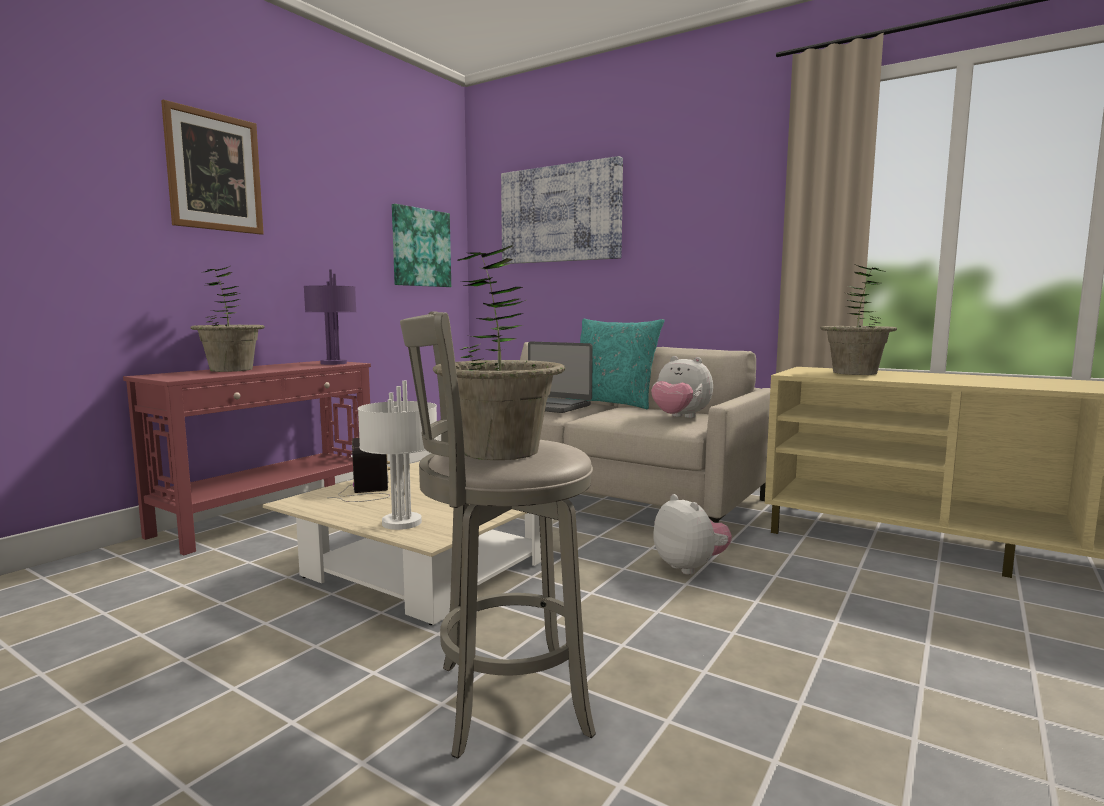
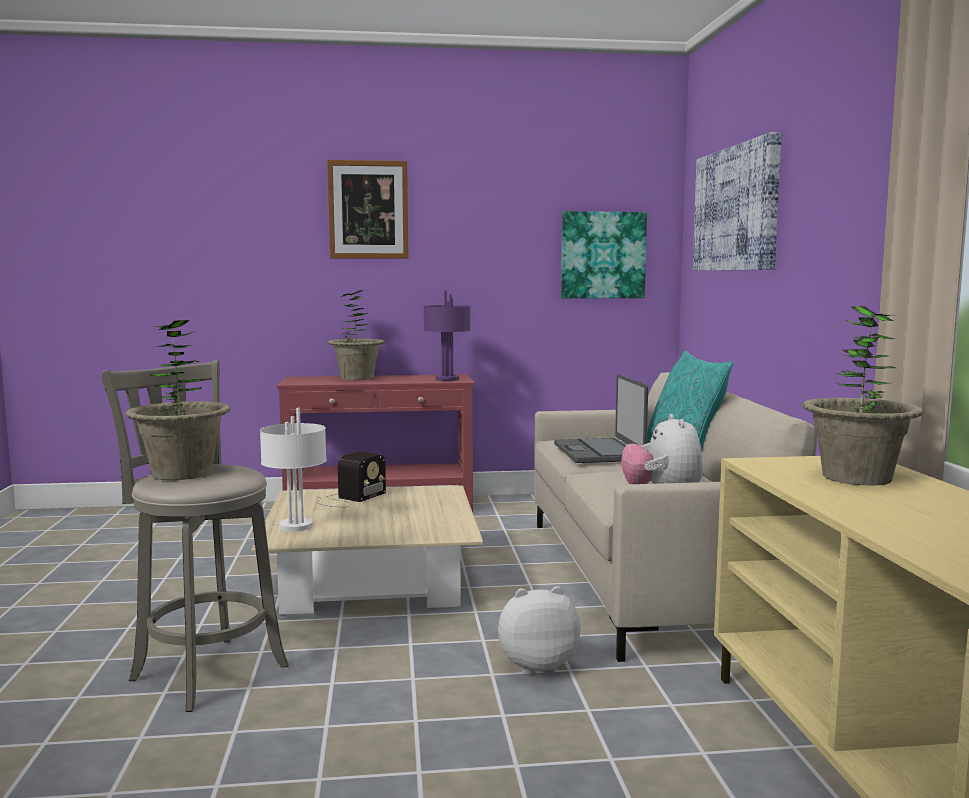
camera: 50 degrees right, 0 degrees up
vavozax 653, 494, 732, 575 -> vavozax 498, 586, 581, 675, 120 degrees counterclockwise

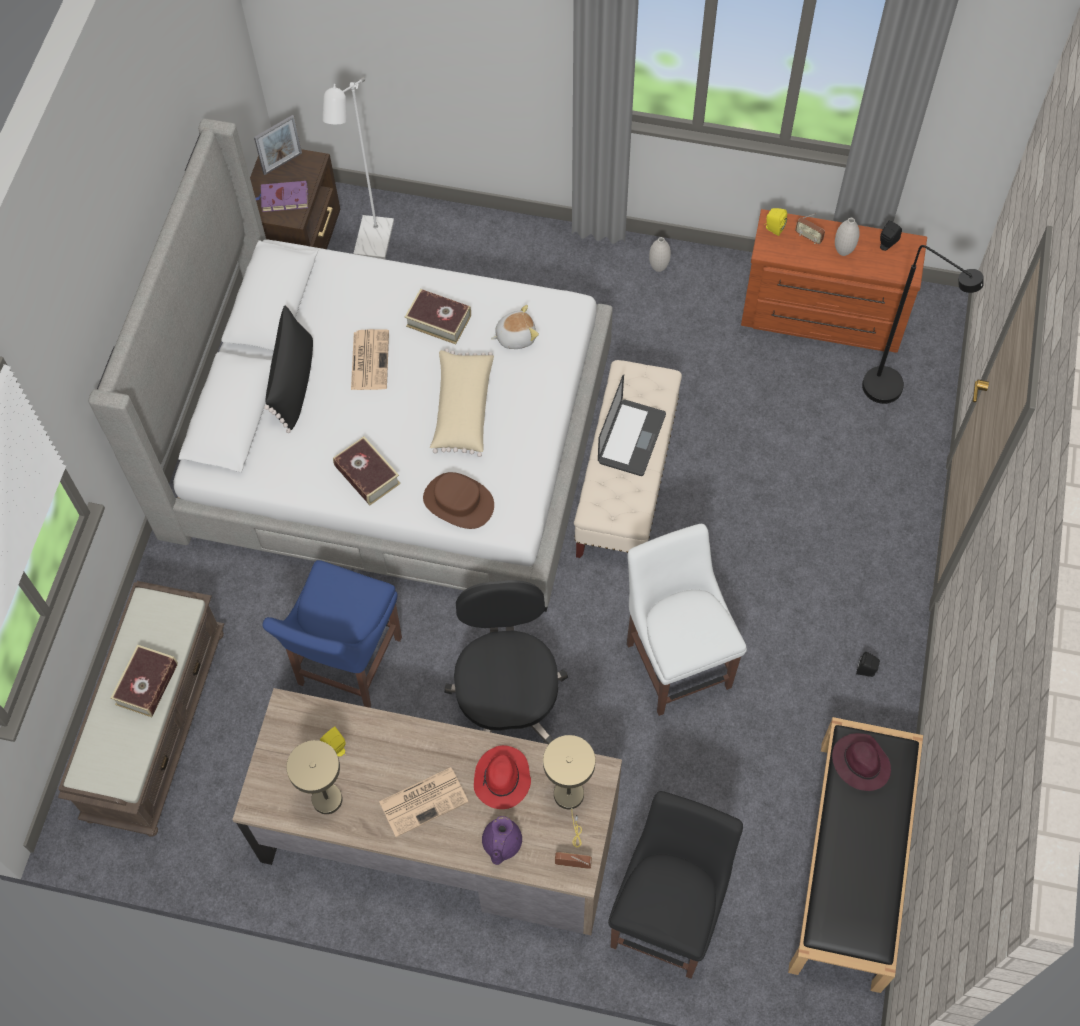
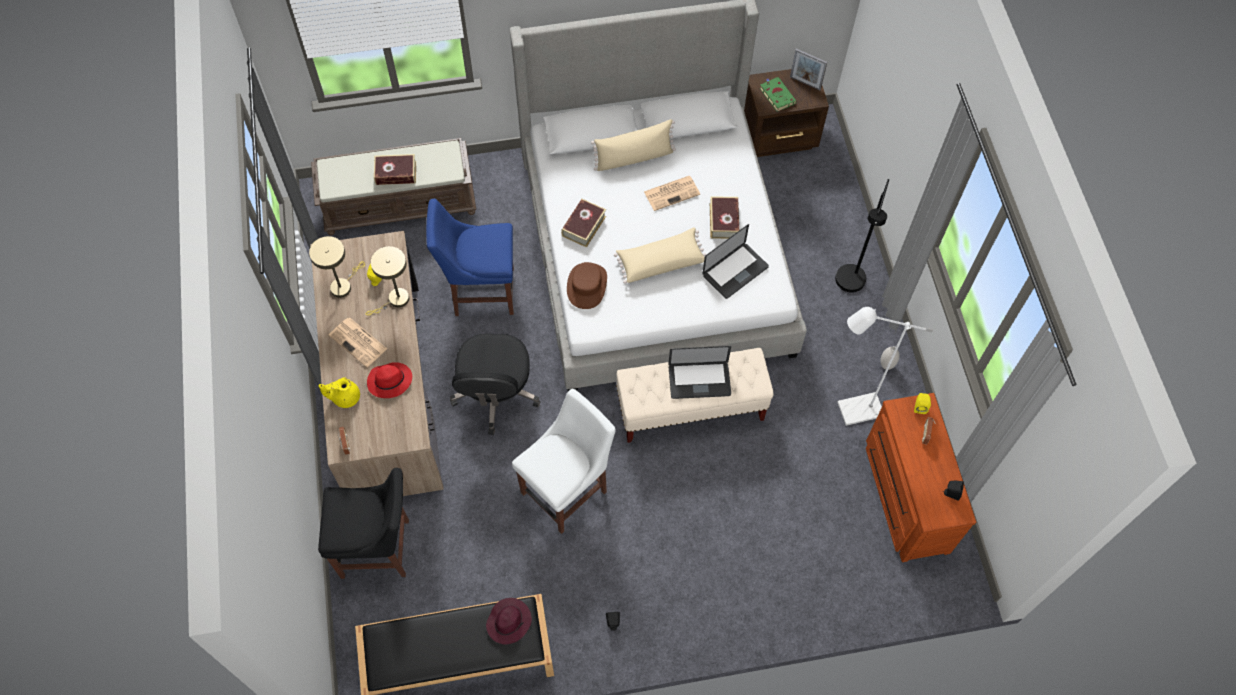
camera: 65 degrees right, 0 degrees up
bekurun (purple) 482, 816, 522, 865 -> bekurun (yellow) 319, 378, 360, 408
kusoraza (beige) 543, 735, 595, 848 -> kusoraza (beige) 365, 246, 409, 316, move
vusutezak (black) 444, 580, 568, 744 -> vusutezak (black) 450, 333, 540, 435, 120 degrees clockwise
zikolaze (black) 264, 305, 313, 433 -> zikolaze (beige) 591, 119, 676, 171
vavozax 491, 305, 539, 349 -> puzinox 702, 224, 769, 299
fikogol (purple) 255, 181, 308, 212 -> fikogol (green) 760, 77, 797, 112
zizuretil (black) 862, 245, 984, 404 -> zizuretil (black) 835, 179, 889, 293, move
zizuretil (white) 322, 78, 394, 259 -> zizuretil (white) 837, 307, 933, 426, move
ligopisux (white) 835, 218, 859, 256 -> none

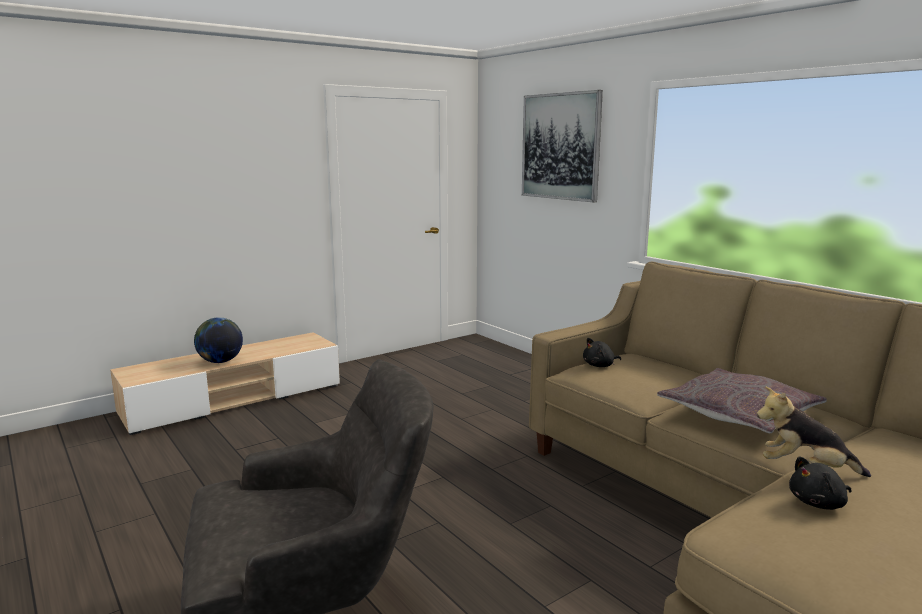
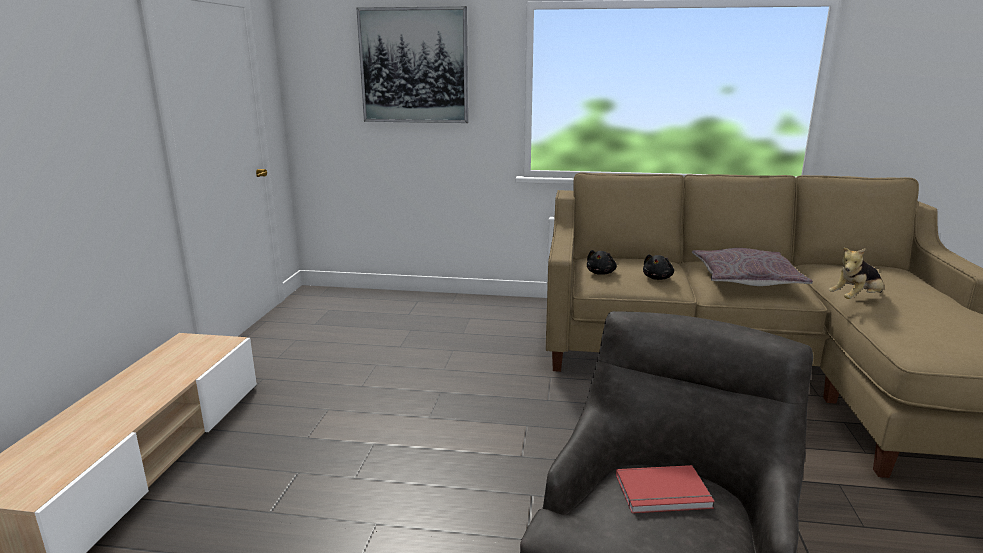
camera: 45 degrees left, 5 degrees up
none -> fikogol (red) 616, 465, 715, 513
vavozax (black) 789, 457, 852, 510 -> vavozax (black) 643, 254, 674, 280, move
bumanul 194, 317, 243, 363 -> none

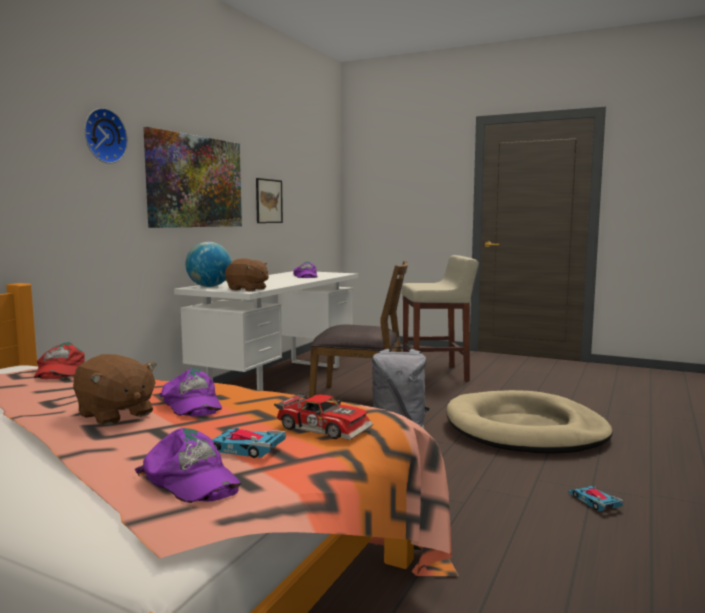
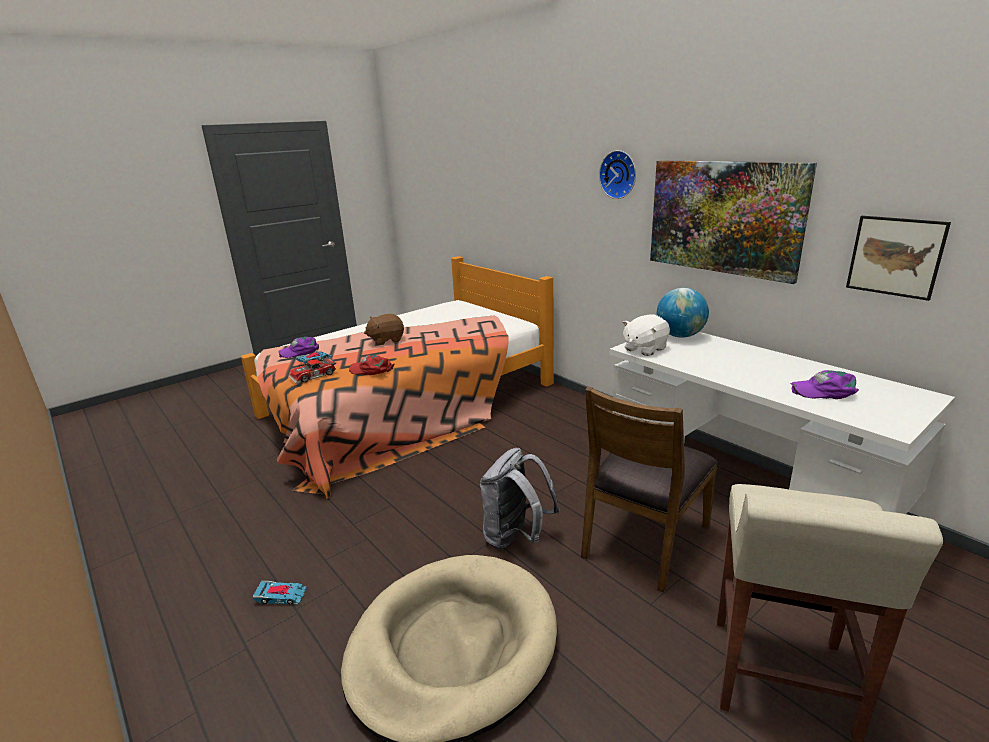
camera: 115 degrees right, 15 degrees up
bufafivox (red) 34, 342, 85, 379 -> bufafivox (red) 349, 354, 394, 375, move
vavozax (brown) 225, 258, 269, 291 -> vavozax (white) 622, 314, 670, 356
bufafivox (purple) 159, 368, 222, 416 -> none

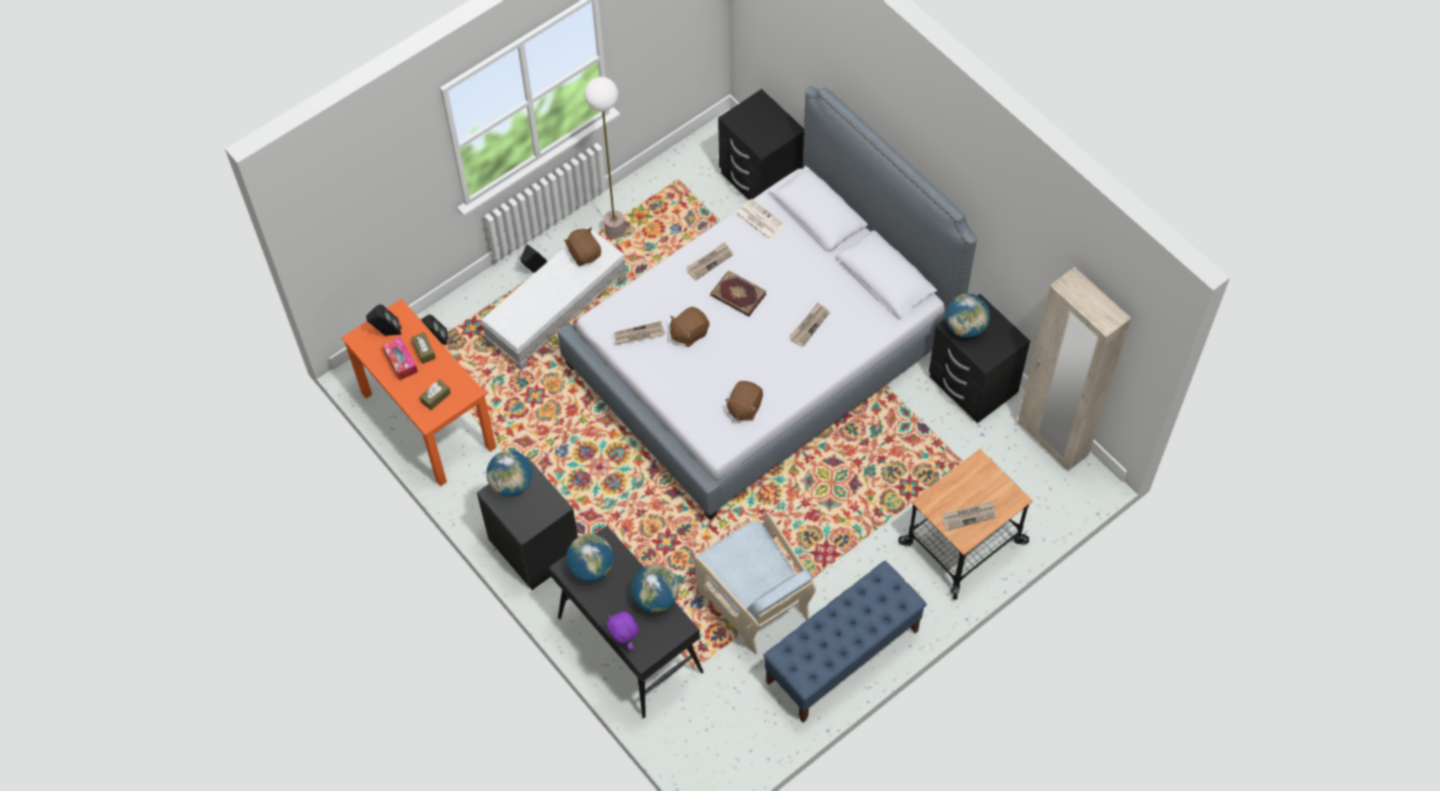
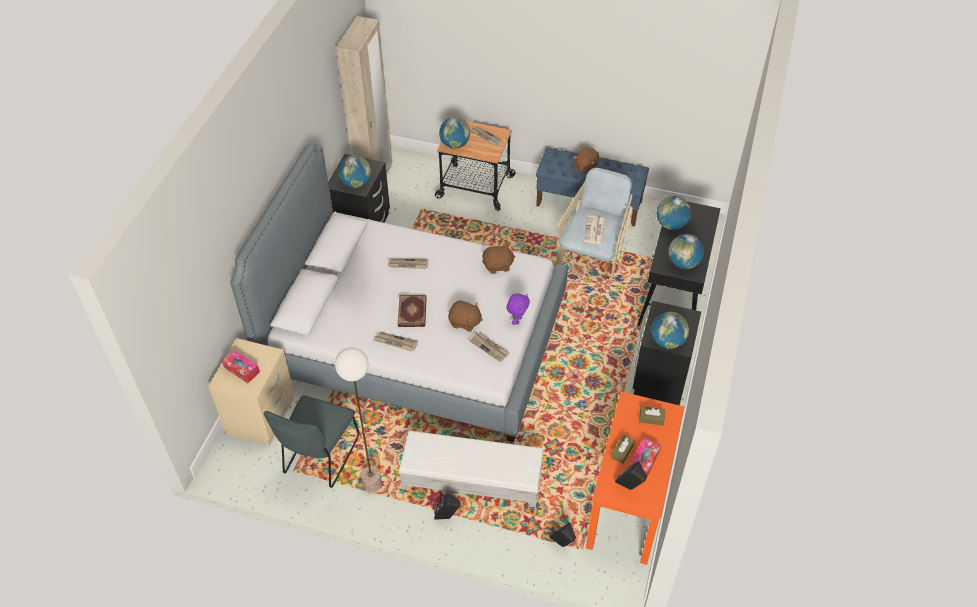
camera: 125 degrees left, 10 degrees down
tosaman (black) 718, 89, 804, 200 -> tosaman (beige) 209, 338, 294, 446
none -> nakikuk 222, 350, 260, 383
none -> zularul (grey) 264, 395, 359, 488
none -> bumanul 439, 117, 470, 148
vavozax (purple) 607, 611, 639, 650 -> vavozax (purple) 507, 293, 530, 325, move
vavozax (brown) 564, 227, 601, 266 -> vavozax (brown) 573, 147, 599, 174, move
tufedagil 735, 199, 785, 240 -> tufedagil 584, 216, 606, 244, move

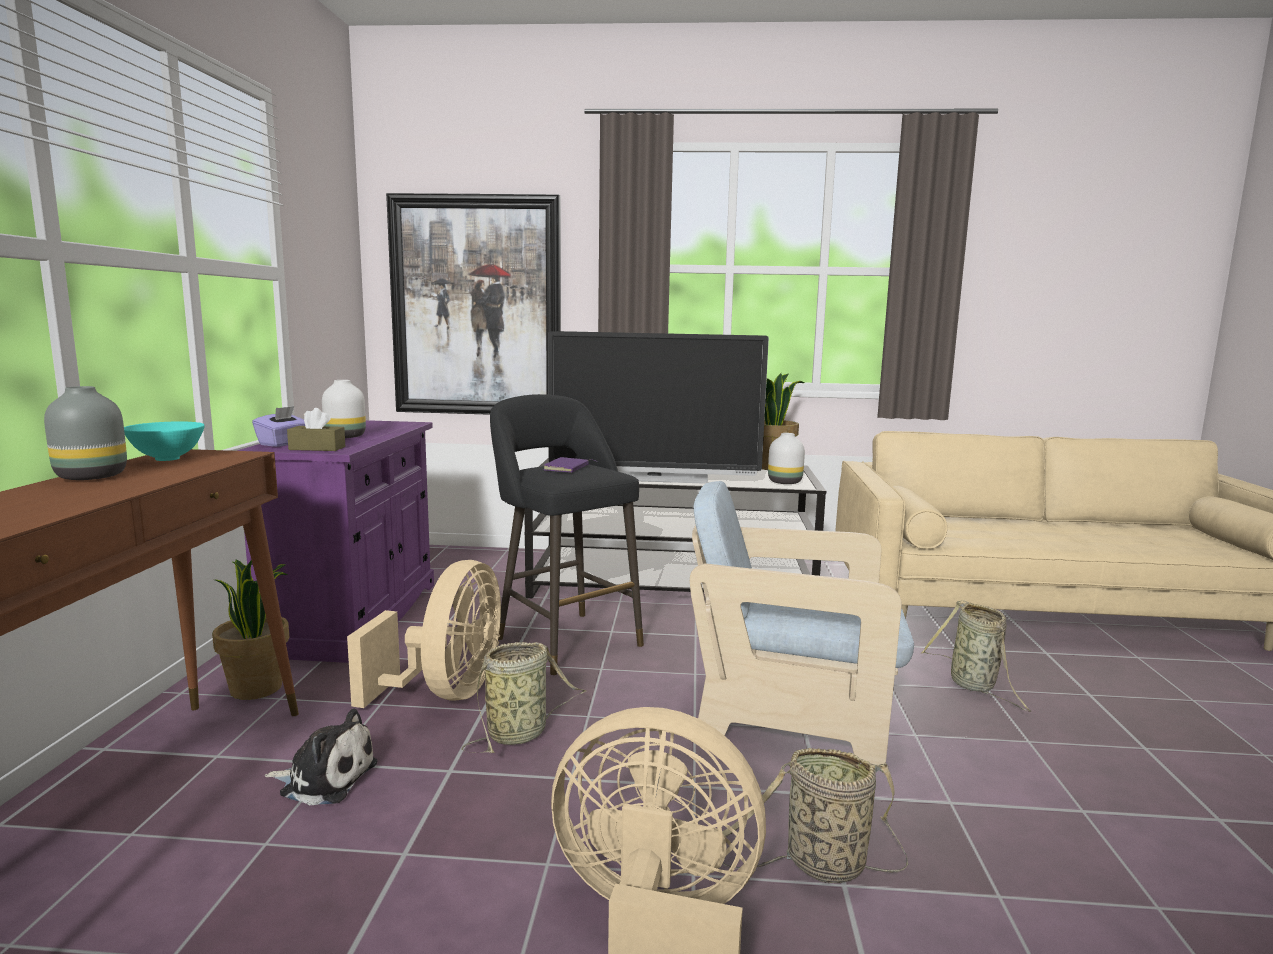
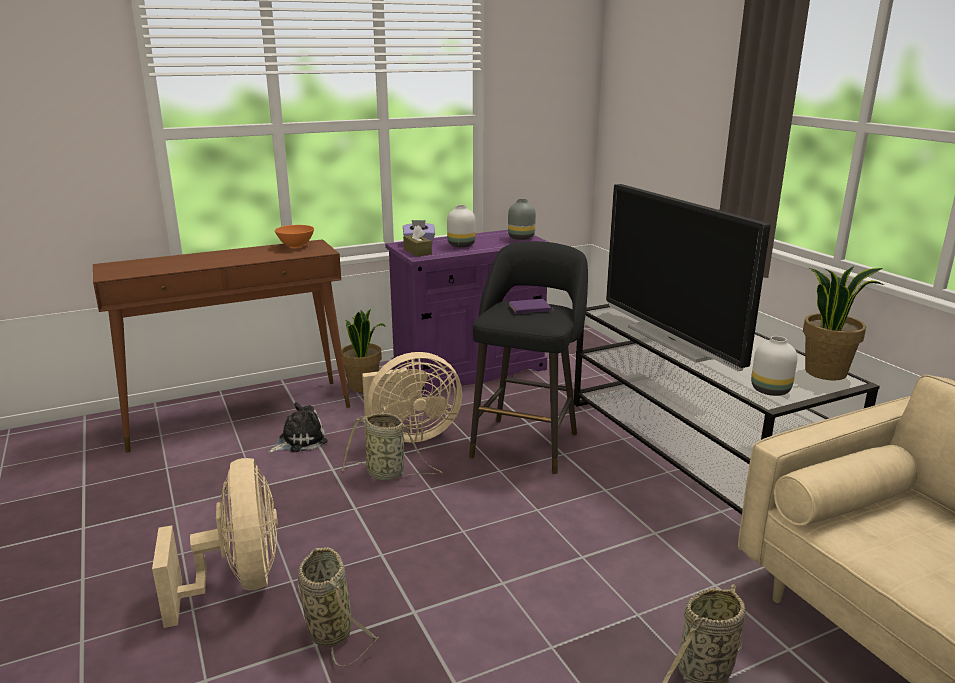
camera: 60 degrees right, 10 degrees up
vavozax 265, 709, 377, 805 -> vavozax 268, 402, 328, 453, 105 degrees counterclockwise
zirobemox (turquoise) 124, 422, 205, 461 -> zirobemox (orange) 275, 225, 314, 248
ligopisux (grey) 44, 386, 127, 480 -> ligopisux (grey) 508, 199, 536, 240, move
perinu 386, 193, 561, 415 -> none
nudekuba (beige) 690, 481, 914, 765 -> none

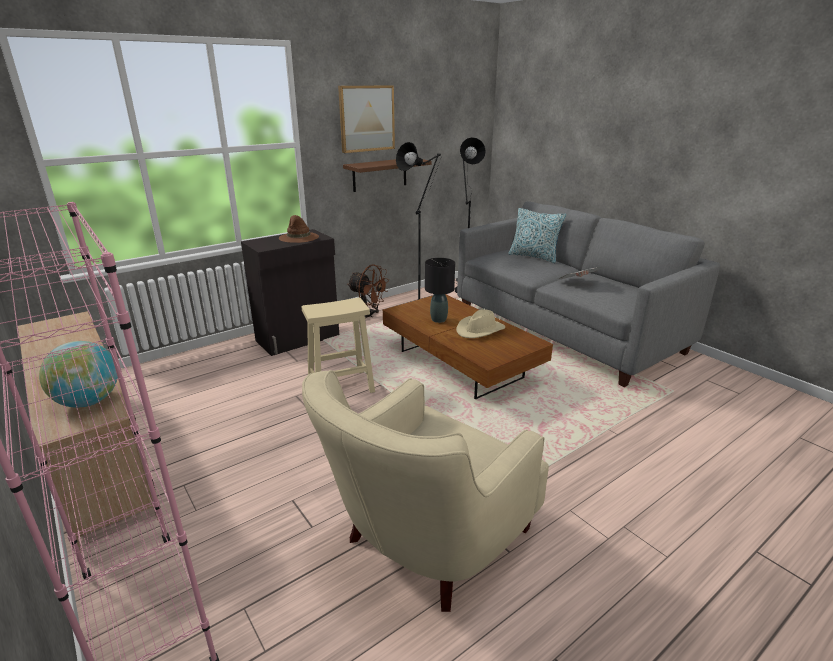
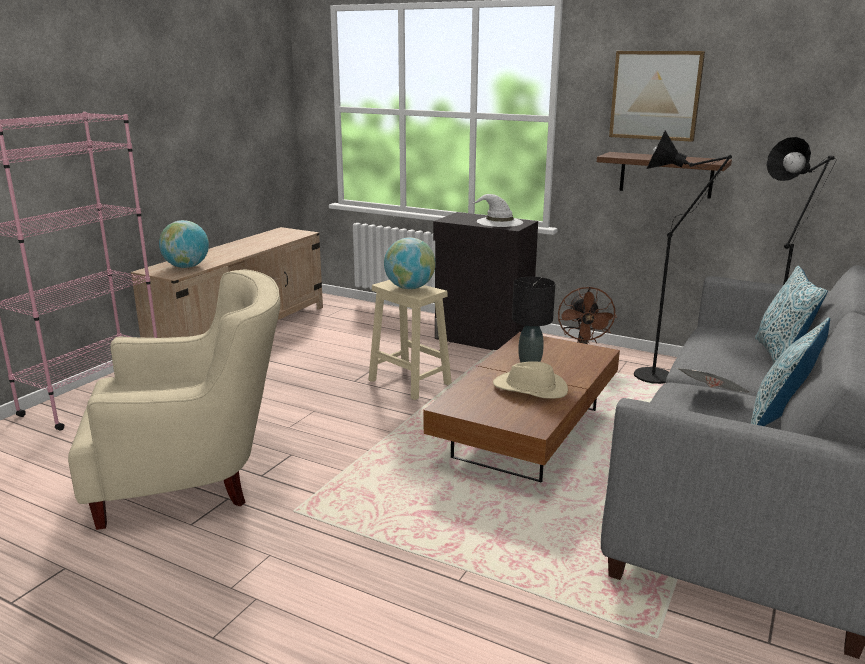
camera: 65 degrees right, 5 degrees down
nudekuba (beige) 302, 370, 549, 612 -> nudekuba (beige) 68, 270, 280, 530, 150 degrees clockwise
none -> bumanul 384, 237, 436, 289
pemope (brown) 279, 215, 319, 243 -> pemope (white) 470, 194, 523, 227
none -> zikolaze 751, 317, 830, 426

